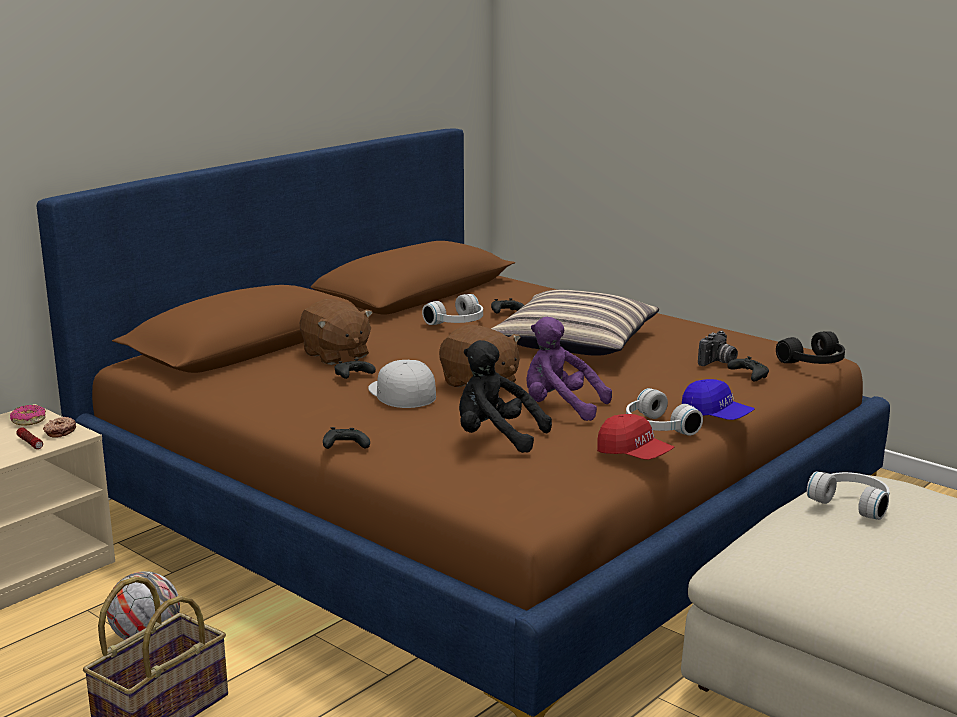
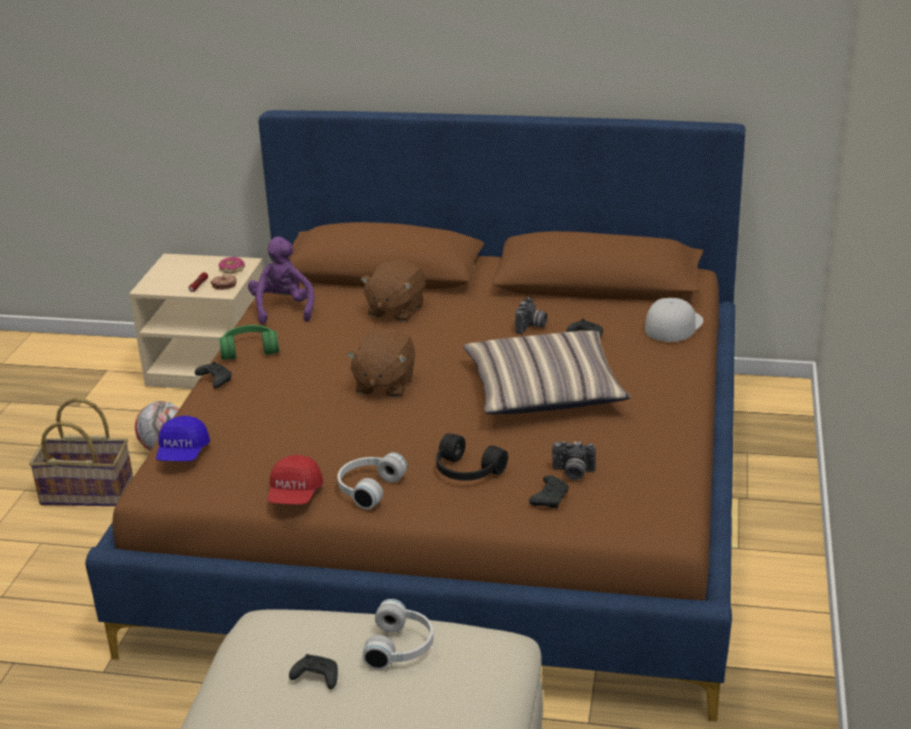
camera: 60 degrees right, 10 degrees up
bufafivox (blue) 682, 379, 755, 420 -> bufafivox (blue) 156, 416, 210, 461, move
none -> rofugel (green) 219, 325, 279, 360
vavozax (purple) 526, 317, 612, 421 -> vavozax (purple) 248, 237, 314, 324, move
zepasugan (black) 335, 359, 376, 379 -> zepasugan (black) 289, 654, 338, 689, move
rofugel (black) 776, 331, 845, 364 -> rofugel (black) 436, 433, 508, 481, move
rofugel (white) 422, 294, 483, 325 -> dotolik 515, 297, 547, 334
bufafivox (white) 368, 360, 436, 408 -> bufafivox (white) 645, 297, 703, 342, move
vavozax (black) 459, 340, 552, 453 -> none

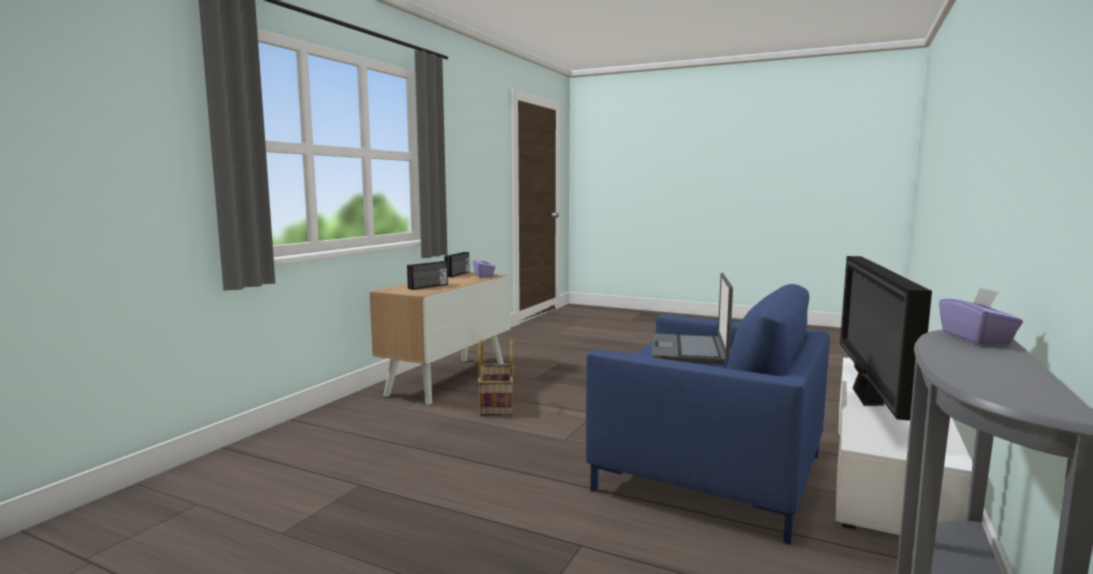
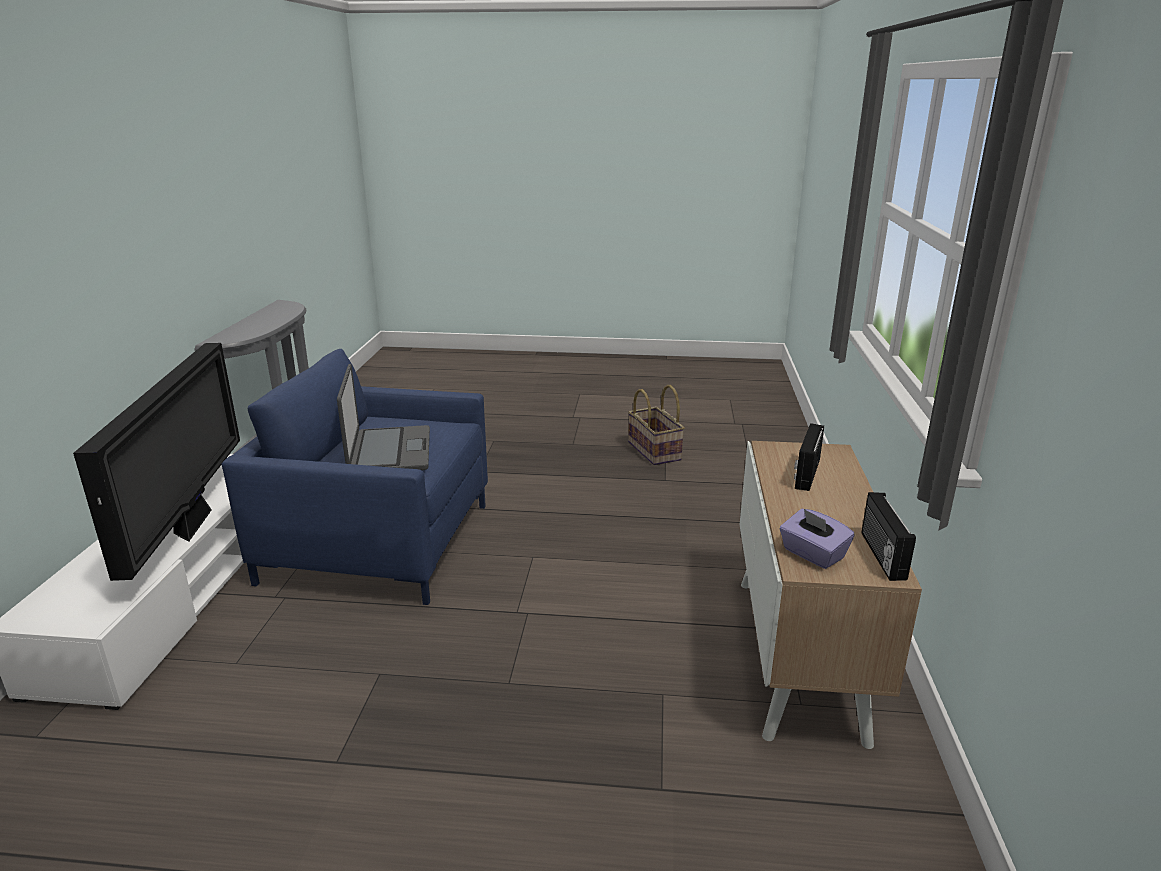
camera: 160 degrees right, 15 degrees up
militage 478, 340, 514, 416 -> militage 628, 385, 685, 465, move
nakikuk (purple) 939, 287, 1023, 345 -> none

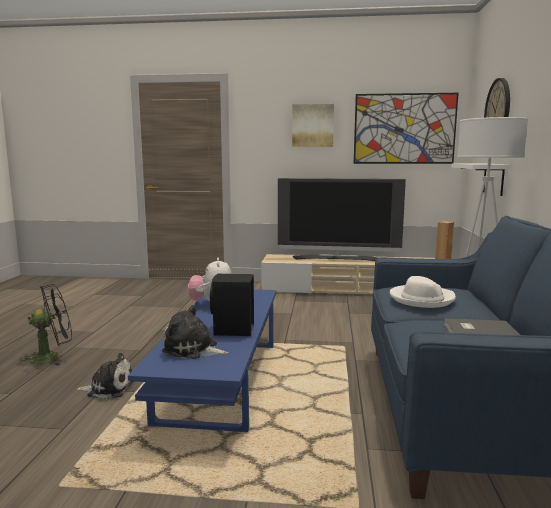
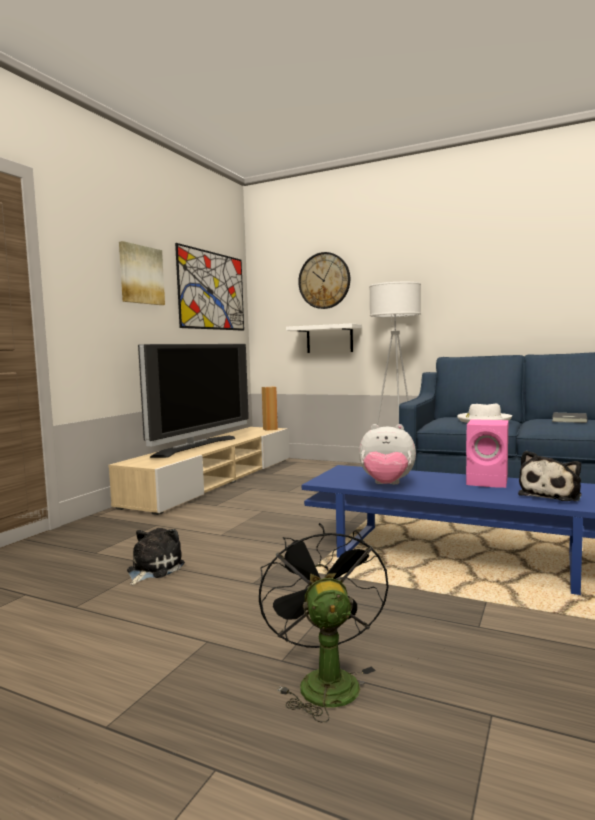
camera: 70 degrees left, 5 degrees down
vavozax 76, 353, 133, 399 -> vavozax 127, 528, 185, 585, move
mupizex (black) 210, 273, 254, 336 -> mupizex (pink) 466, 419, 508, 488

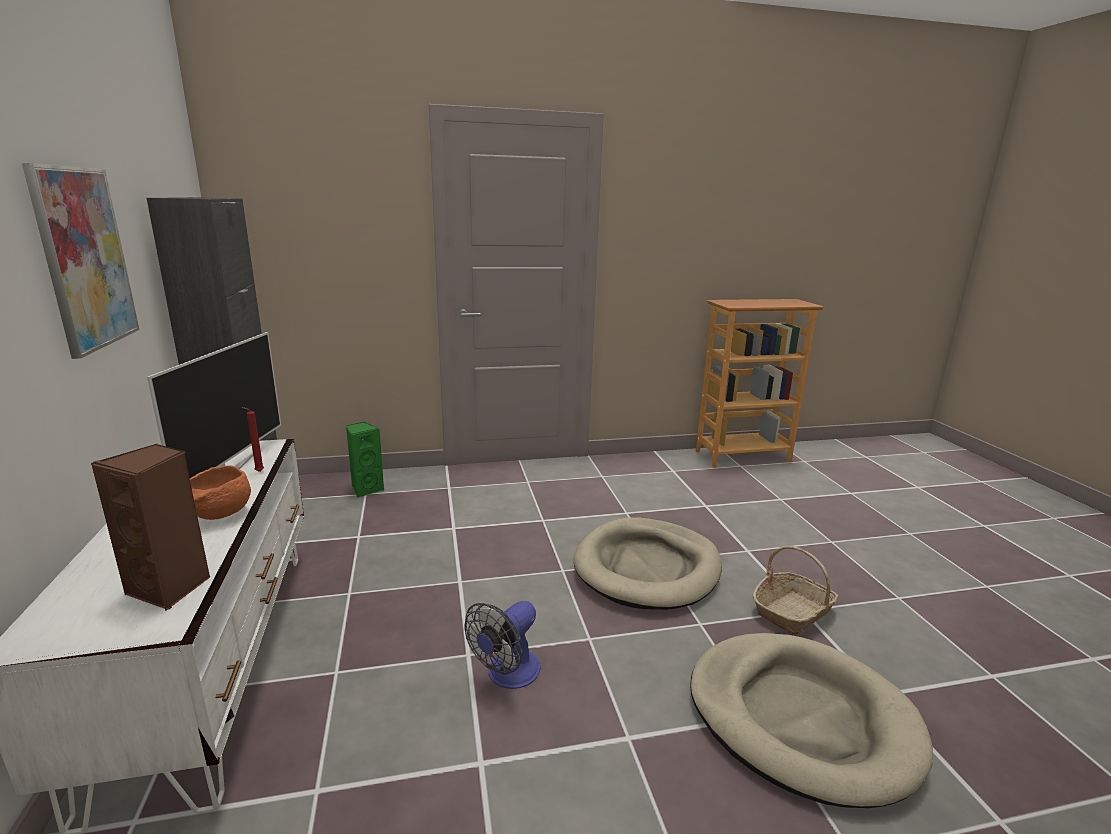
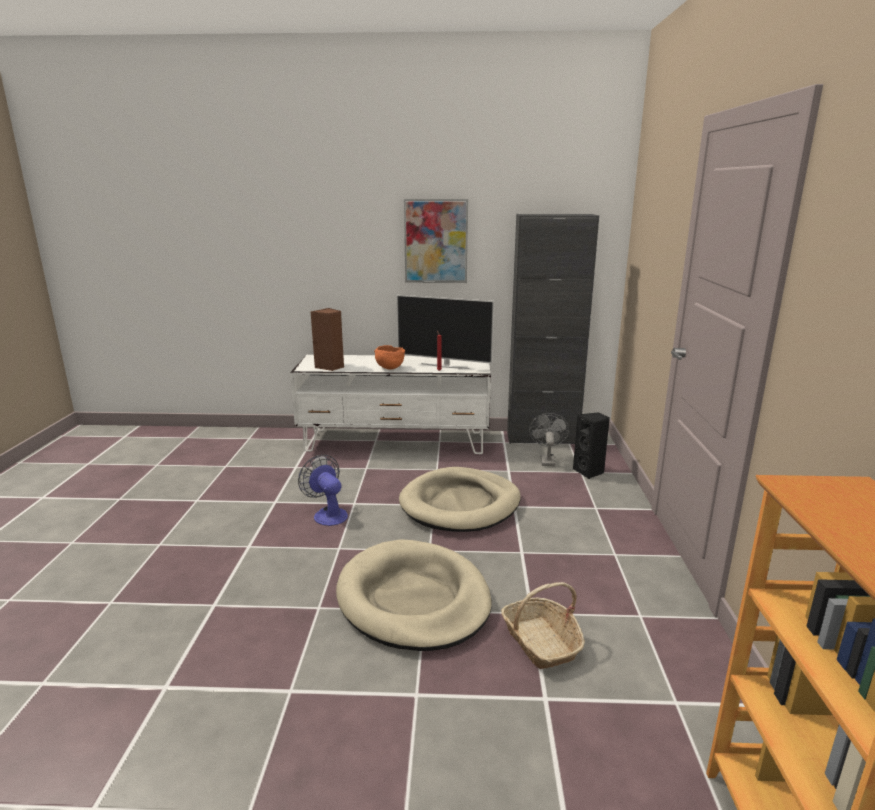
camera: 105 degrees right, 0 degrees up
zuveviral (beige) 690, 633, 933, 808 -> zuveviral (beige) 399, 467, 521, 532, move
militage 753, 545, 838, 635 -> militage 501, 582, 585, 669, move
none -> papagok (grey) 529, 413, 569, 466
mupizex (green) 346, 422, 385, 498 -> mupizex (black) 573, 412, 610, 479

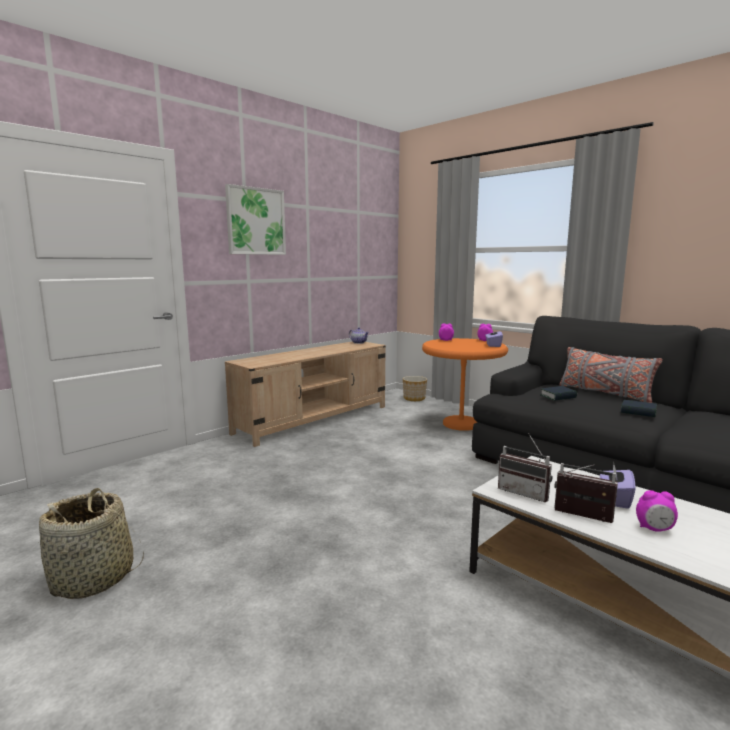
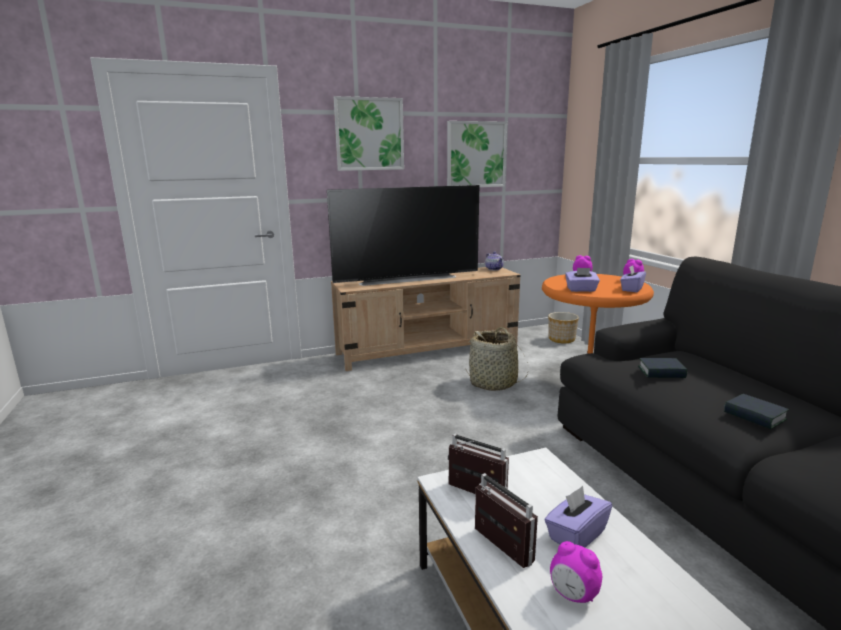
camera: 25 degrees right, 5 degrees up
none -> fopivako 327, 185, 479, 286
none -> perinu 447, 121, 507, 187
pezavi 498, 433, 553, 502 -> pezavi 448, 433, 509, 494, 150 degrees clockwise
militage 39, 488, 144, 599 -> militage 466, 327, 528, 391, move
none -> nakikuk (purple) 565, 268, 600, 292
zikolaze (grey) 560, 347, 663, 403 -> none

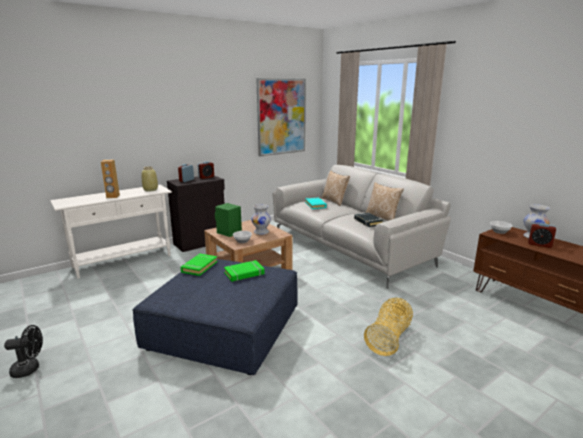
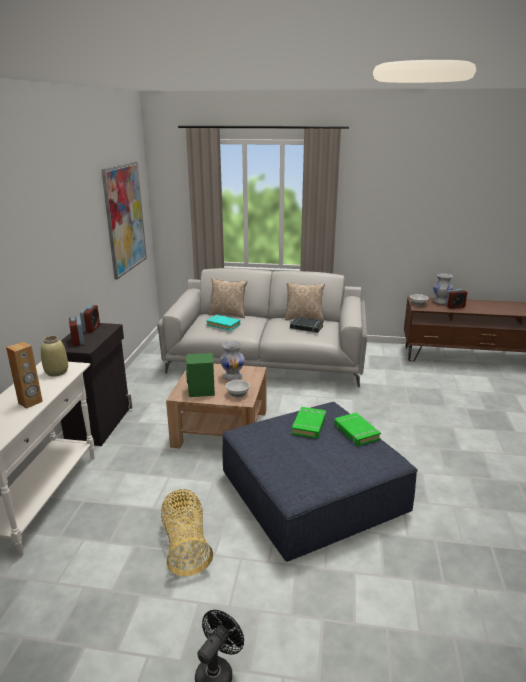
camera: 45 degrees left, 5 degrees up
militage 364, 298, 413, 356 -> militage 161, 489, 213, 576, move
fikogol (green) 181, 254, 217, 276 -> fikogol (green) 334, 413, 381, 446, move

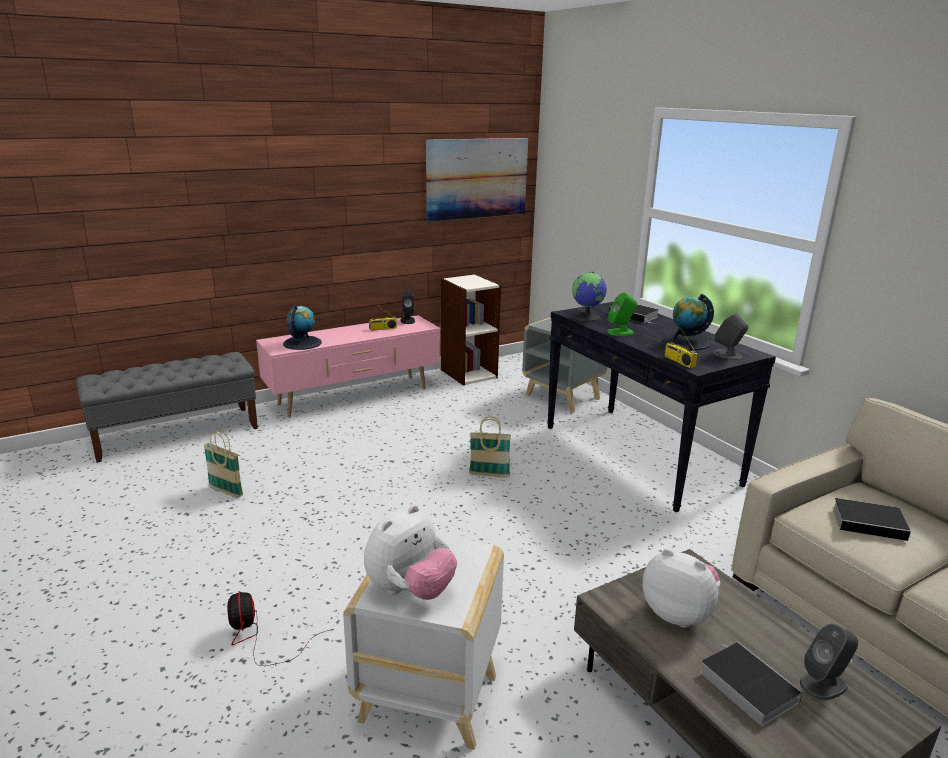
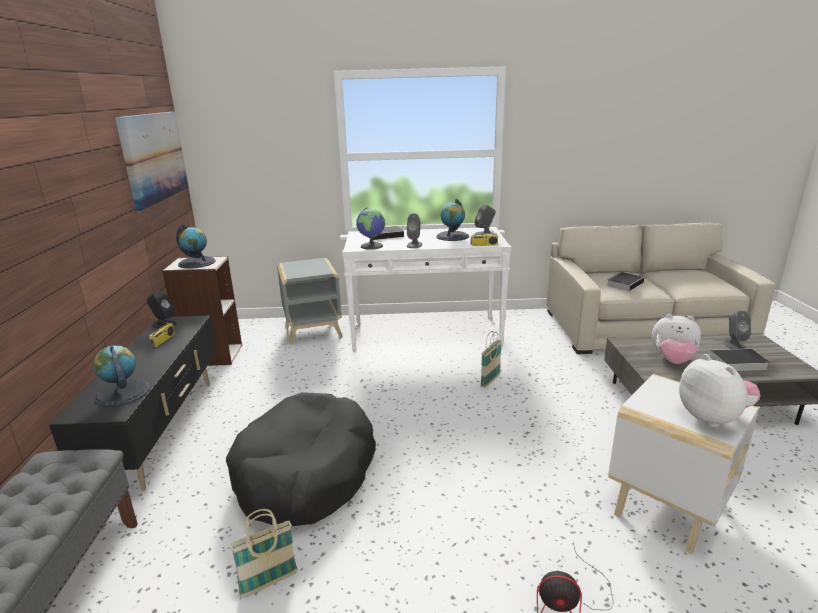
camera: 60 degrees left, 0 degrees up
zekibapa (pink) 256, 315, 440, 418 -> zekibapa (black) 49, 315, 217, 491
none -> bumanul 176, 224, 216, 269
none -> zuveviral (black) 226, 392, 376, 526
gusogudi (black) 547, 302, 776, 512 -> gusogudi (white) 342, 227, 511, 352
mupizex (green) 607, 293, 637, 336 -> mupizex (grey) 407, 213, 422, 248
militage 469, 416, 511, 478 -> militage 481, 331, 502, 388, move
vavozax 642, 549, 721, 628 -> vavozax 652, 314, 701, 364, 135 degrees counterclockwise

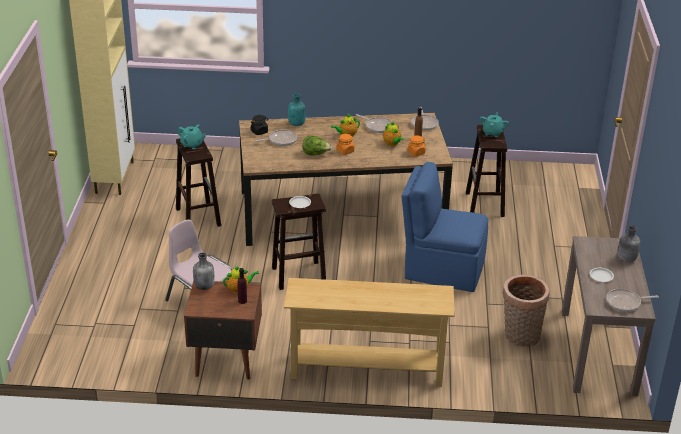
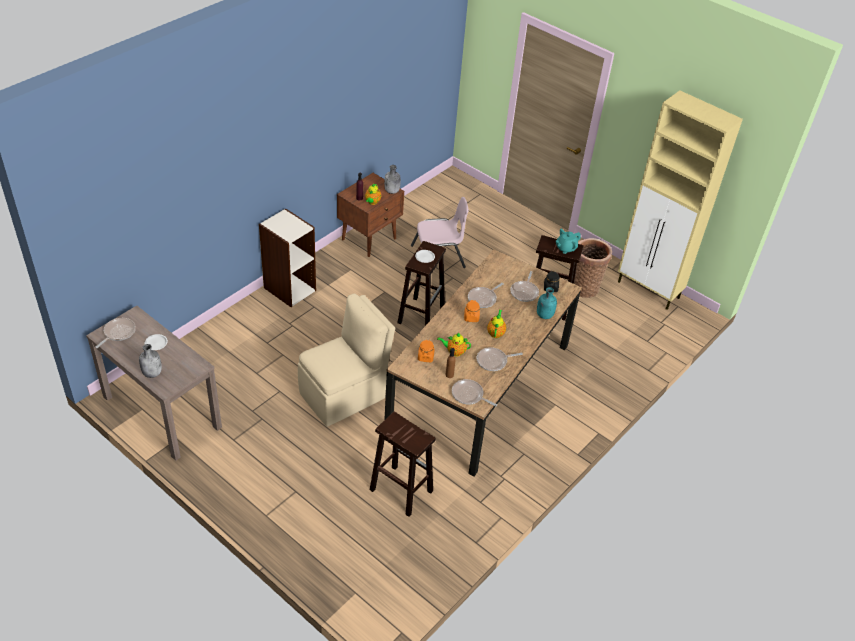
camera: 125 degrees right, 10 degrees up
gusogudi (beige) 284, 278, 455, 387 -> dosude 259, 208, 316, 307
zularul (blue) 401, 162, 488, 292 -> zularul (beige) 298, 294, 395, 427
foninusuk 303, 136, 332, 156 -> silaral 468, 283, 504, 308
militage 503, 275, 550, 347 -> militage 574, 238, 612, 298, move
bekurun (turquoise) 480, 112, 509, 137 -> none

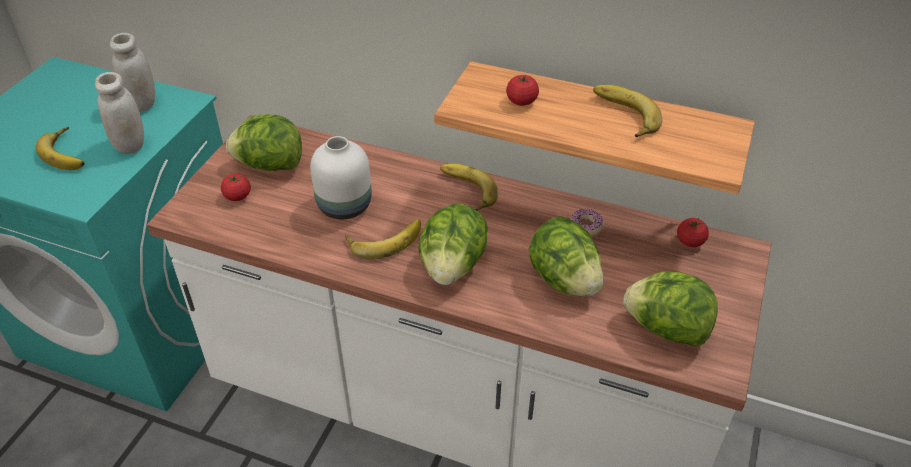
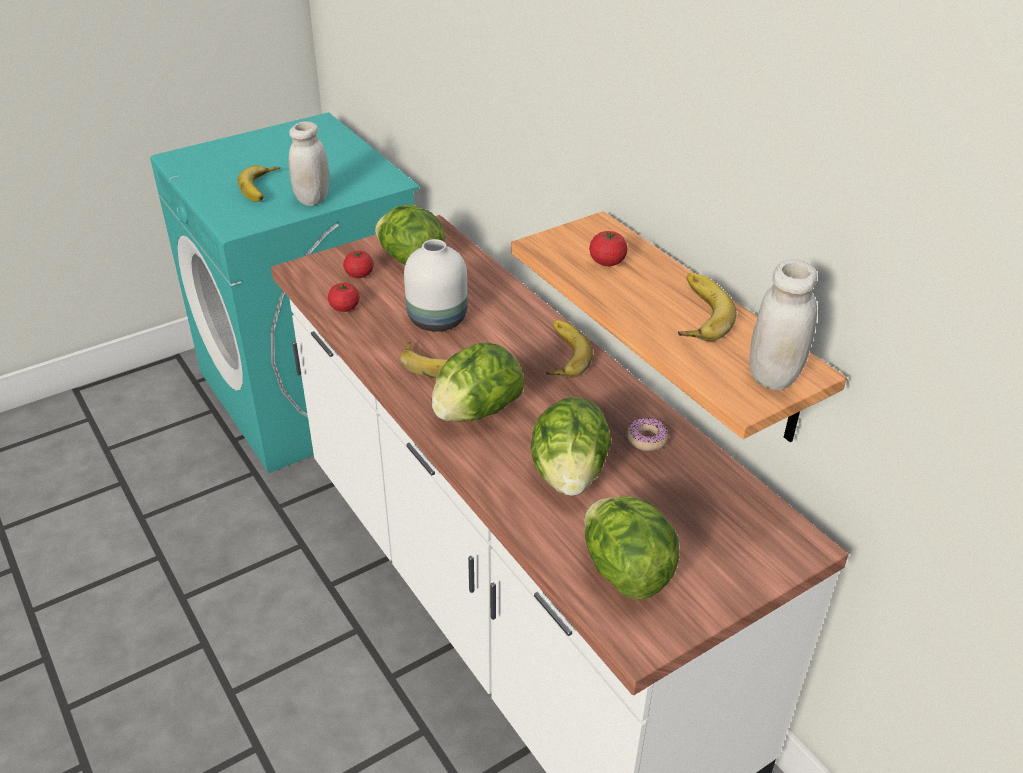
camera: 35 degrees right, 5 degrees down
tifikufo 677, 218, 709, 247 -> tifikufo 328, 282, 360, 312, move
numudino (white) 110, 33, 155, 111 -> numudino (white) 749, 259, 817, 390, move

